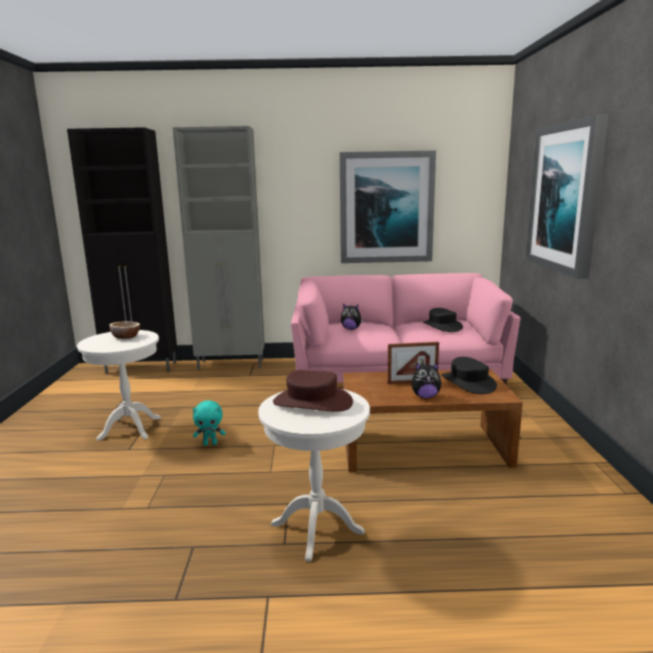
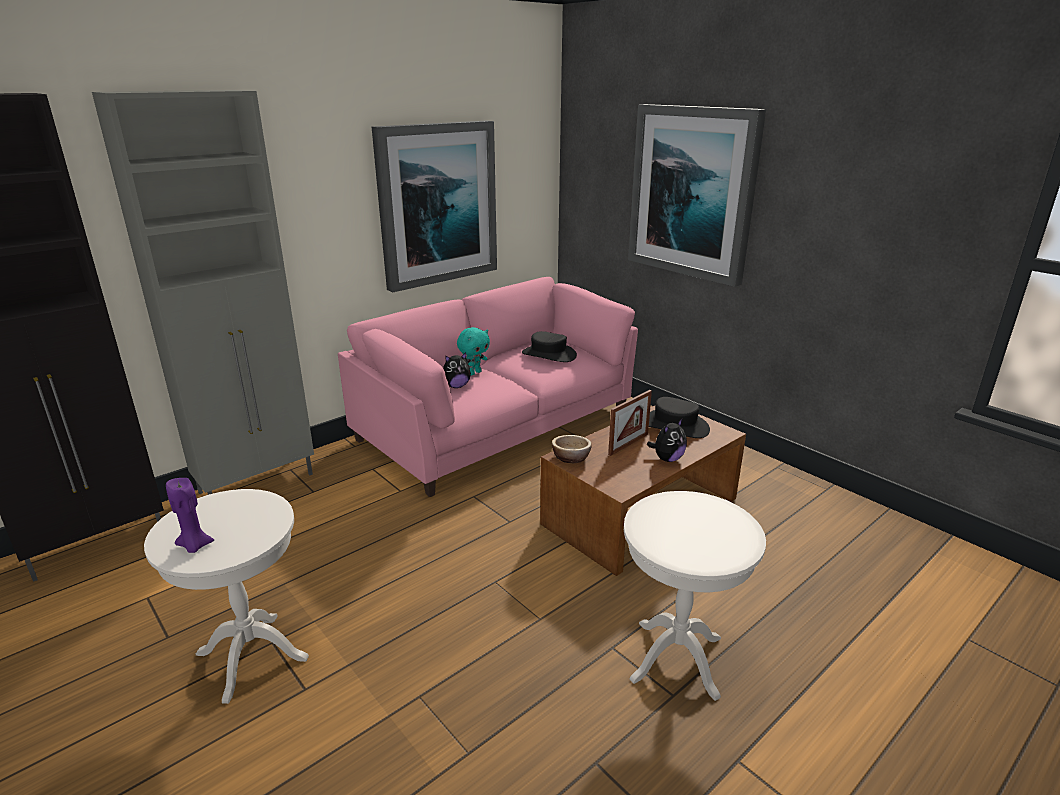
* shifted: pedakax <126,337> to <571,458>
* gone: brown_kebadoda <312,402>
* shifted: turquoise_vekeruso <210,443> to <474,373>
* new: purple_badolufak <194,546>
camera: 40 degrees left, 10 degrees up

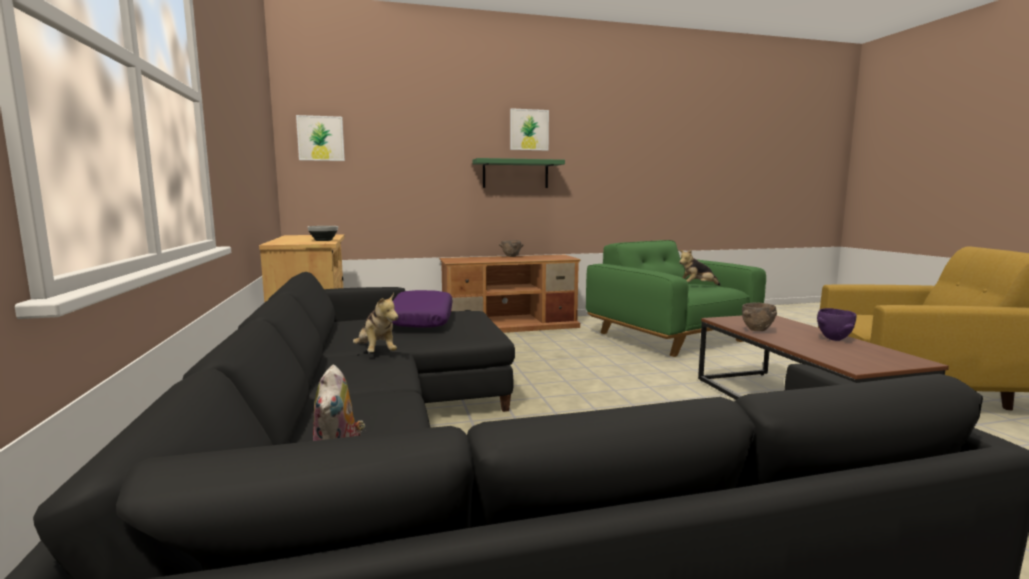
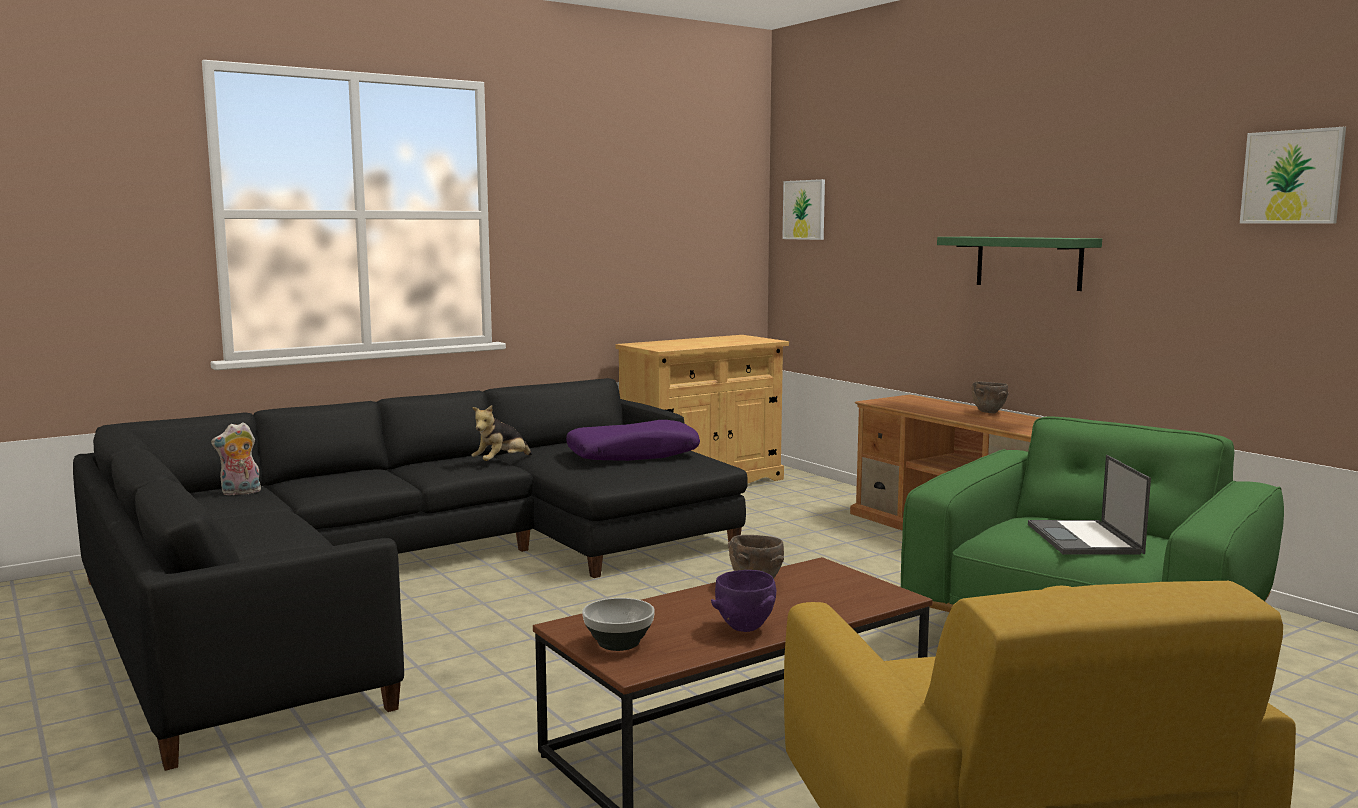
* shifted: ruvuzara <529,130> to <1292,177>
* shifted: pedakax <323,240> to <617,643>
* swapped: vekeruso <697,286> to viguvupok <1085,539>
camera: 70 degrees right, 0 degrees up

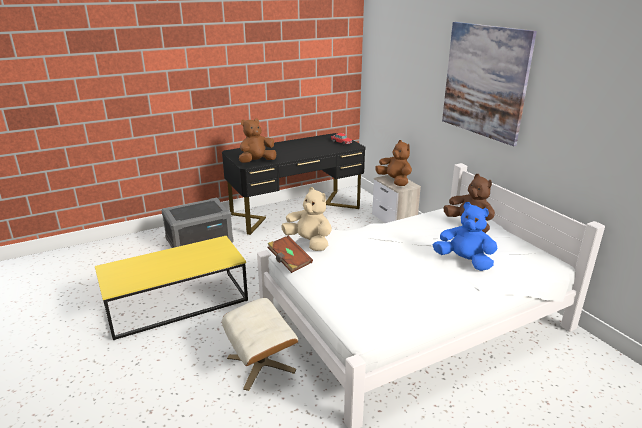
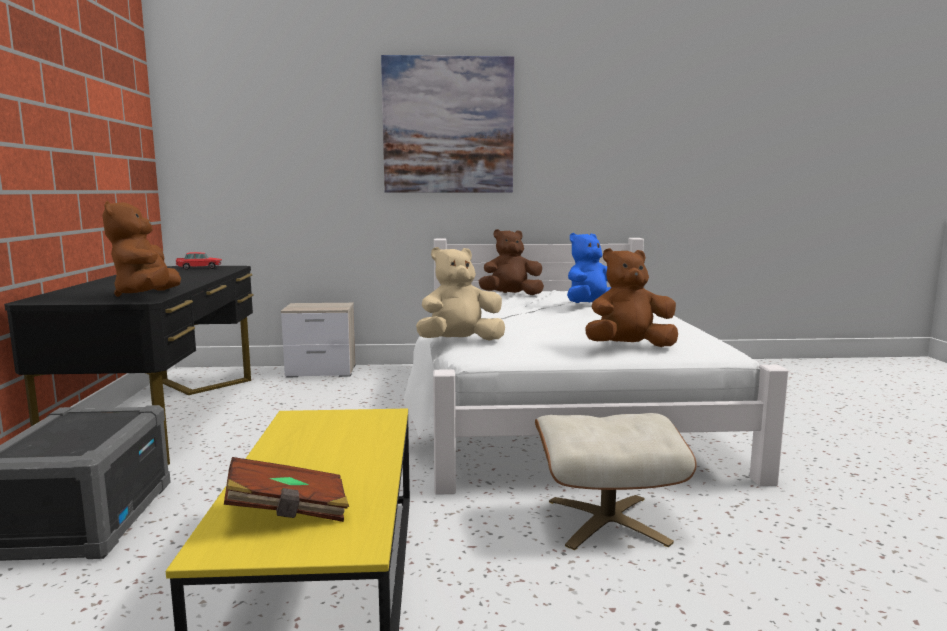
* shifted: brown_vekeruso <394,181> to <629,347>
* shifted: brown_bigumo <289,261> to <288,513>
camera: 65 degrees left, 15 degrees down

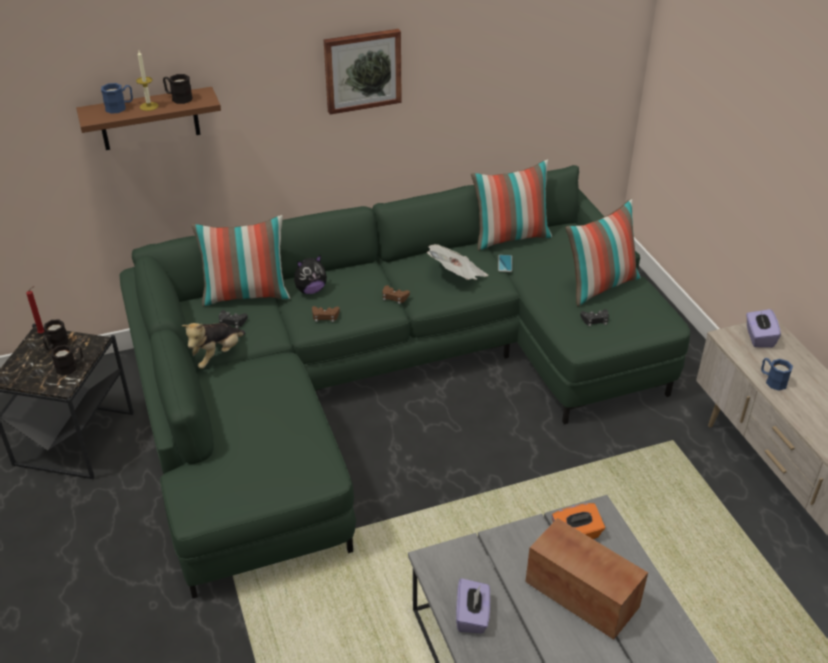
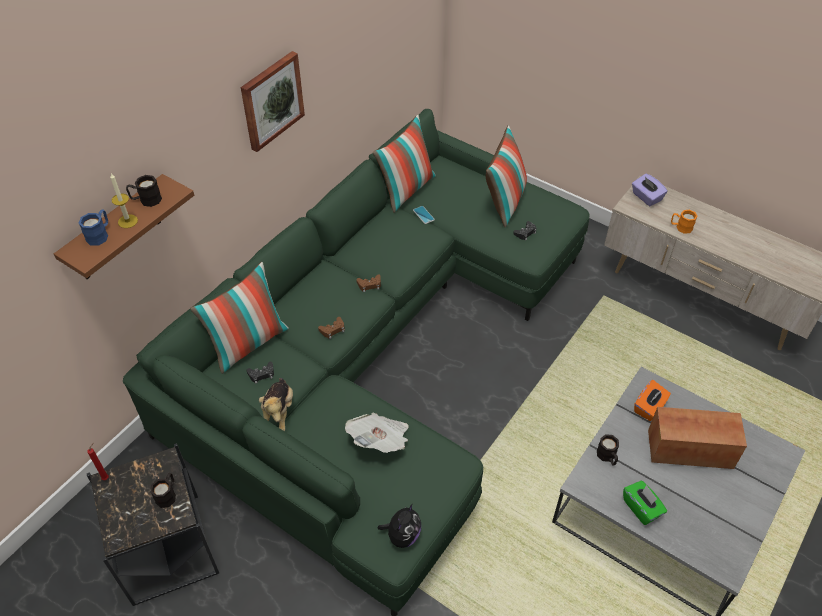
* shifted: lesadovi <457,276> to <380,441>
* shifted: vekeruso <310,290> to <402,535>
* shifted: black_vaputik <56,345> to <607,457>
* repainted: blue_vaputik <772,380> to orange_vaputik <681,227>
* repainted: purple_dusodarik <472,616> to green_dusodarik <641,508>
camera: 35 degrees left, 10 degrees up

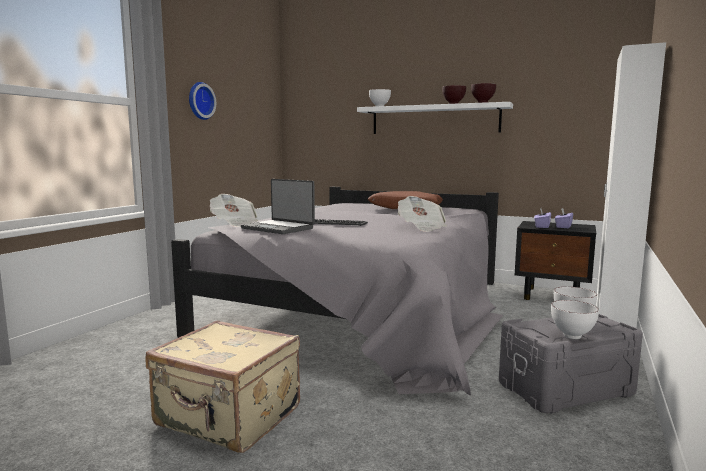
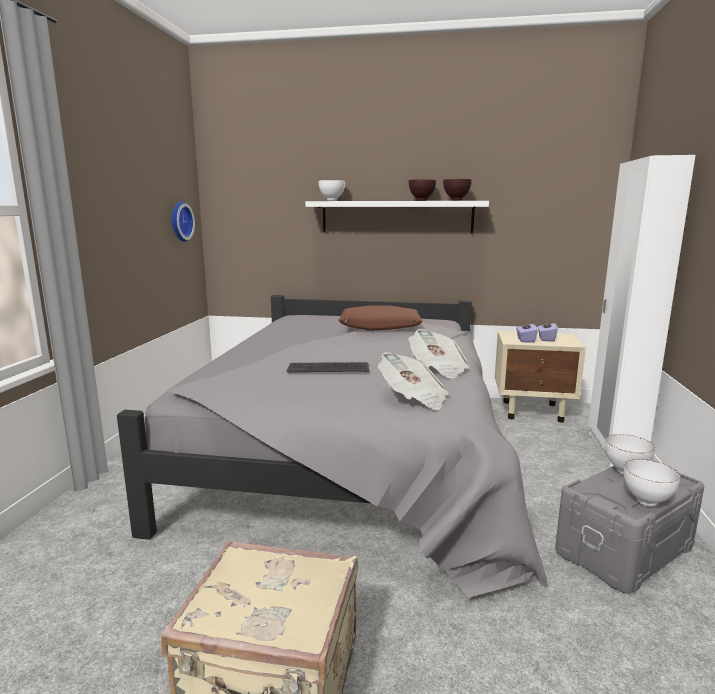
* shifted: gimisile <199,101> to <179,221>
* gone: viguvupok <279,228>
* shifted: lesadovi <234,223> to <413,399>
* repainted: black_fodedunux <552,296> to beige_fodedunux <533,411>
camera: 15 degrees left, 5 degrees up

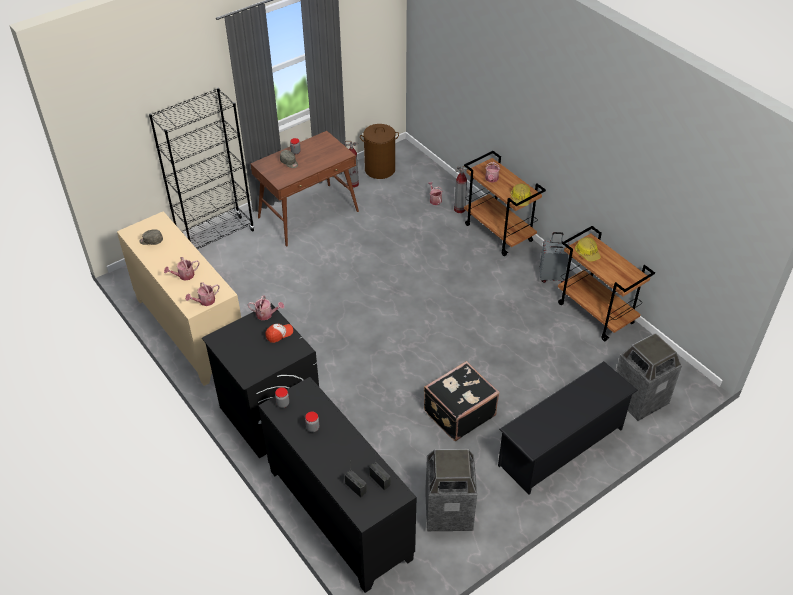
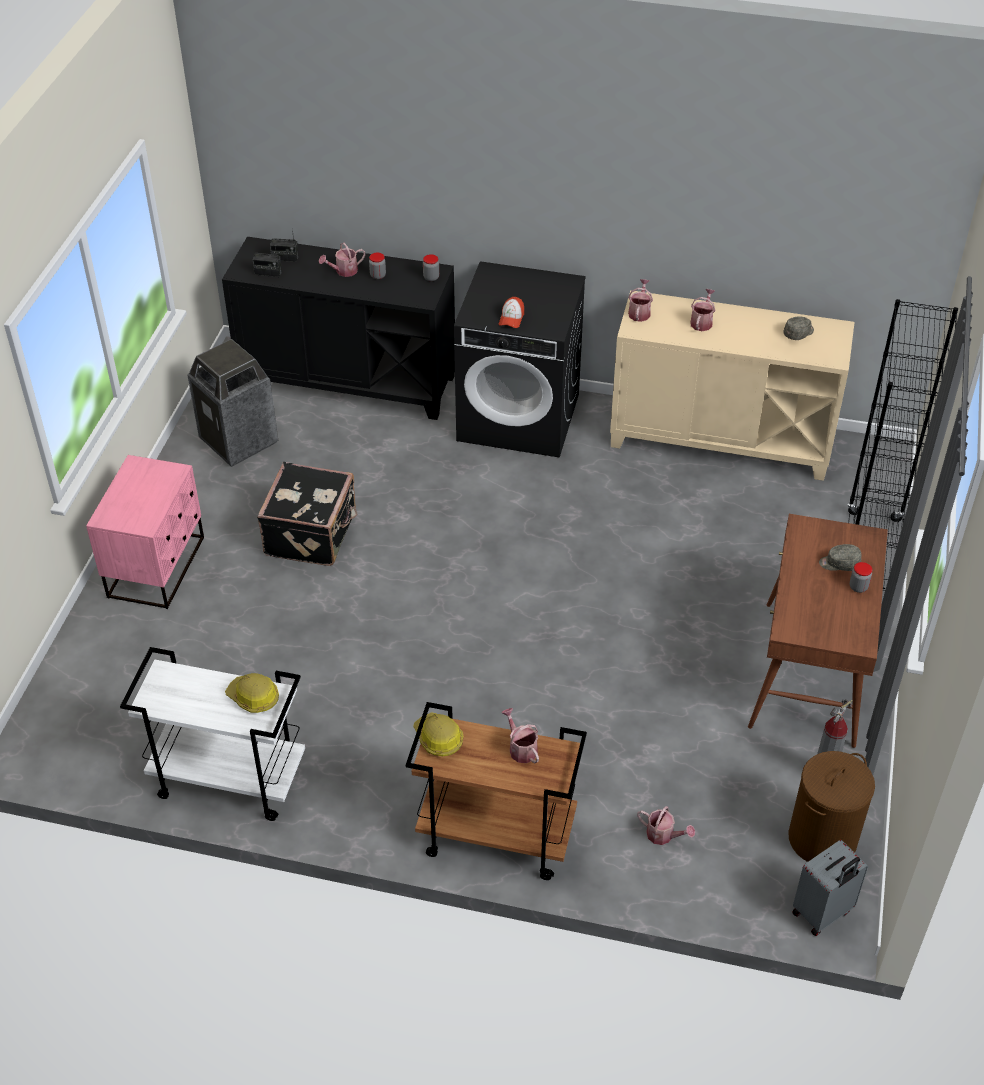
* gone: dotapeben <459,209>
* repainted: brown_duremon <596,313> to white_duremon <227,780>
* shifted: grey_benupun <552,277> to <823,913>
* shifted: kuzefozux <266,314> to <343,271>
* gone: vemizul <638,399>
* swapped: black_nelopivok <561,447> to pink_fodedunux <158,567>
camera: 140 degrees right, 0 degrees up

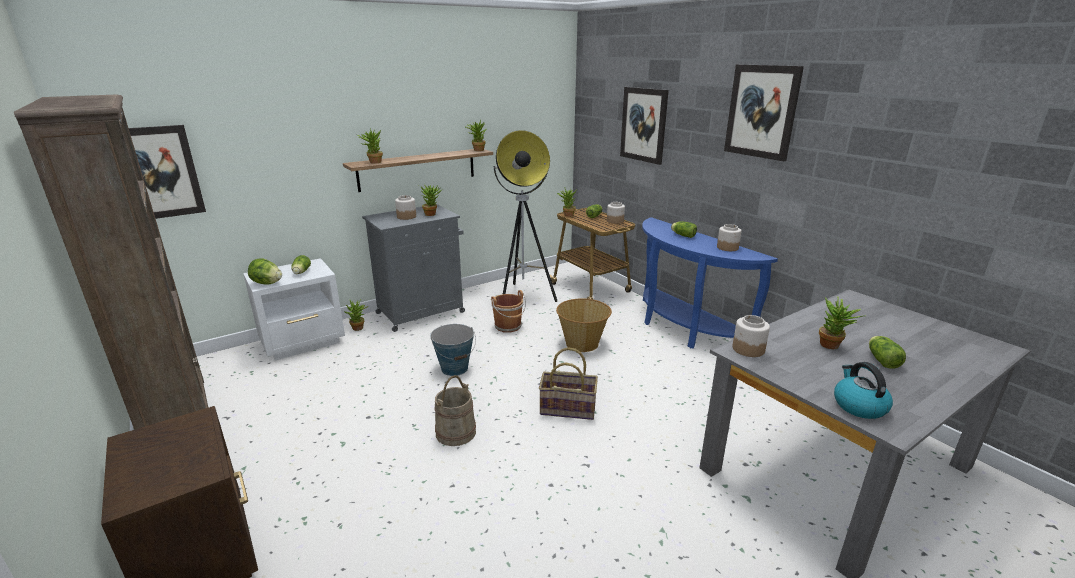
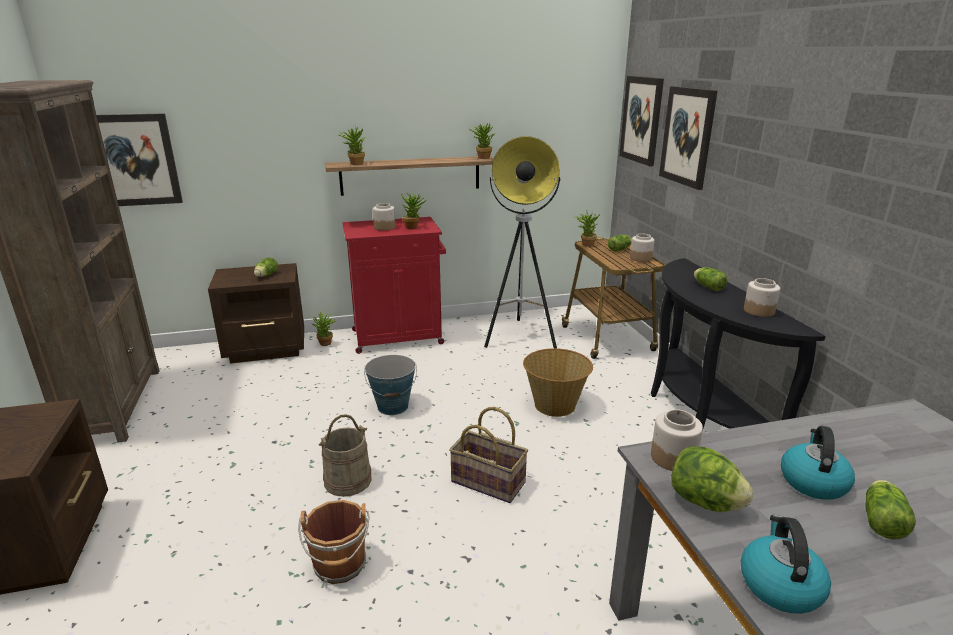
* shifted: ruvuzara <761,111> to <641,120>
* repainted: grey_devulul <422,312> to red_devulul <399,337>
* repainted: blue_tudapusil <682,329> to black_tudapusil <697,411>
* repainted: white_fodedunux <304,342> to brown_fodedunux <267,349>
* shifted: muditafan <267,283> to <705,503>
* shifted: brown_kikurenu <509,327> to <340,566>
* swapped: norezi <833,346> to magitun <812,481>
camera: 20 degrees right, 0 degrees up

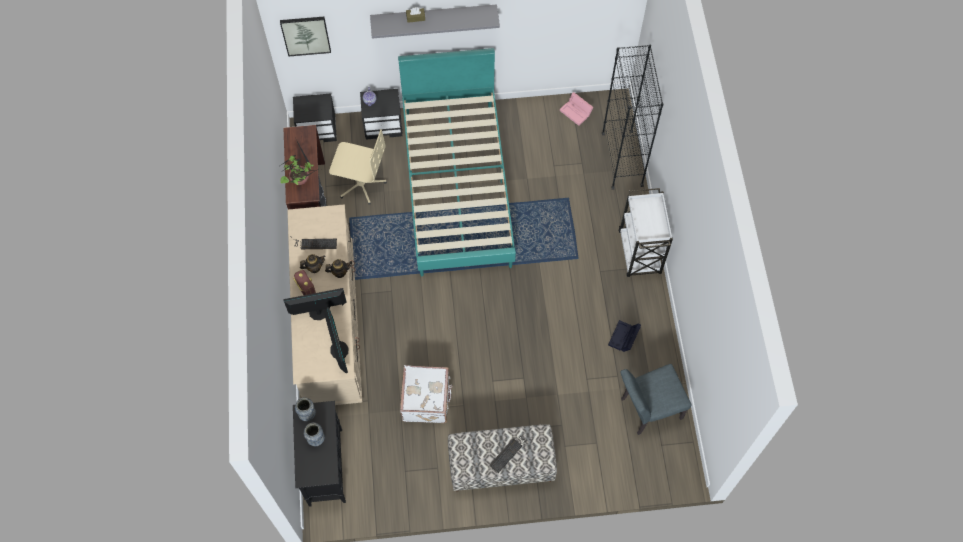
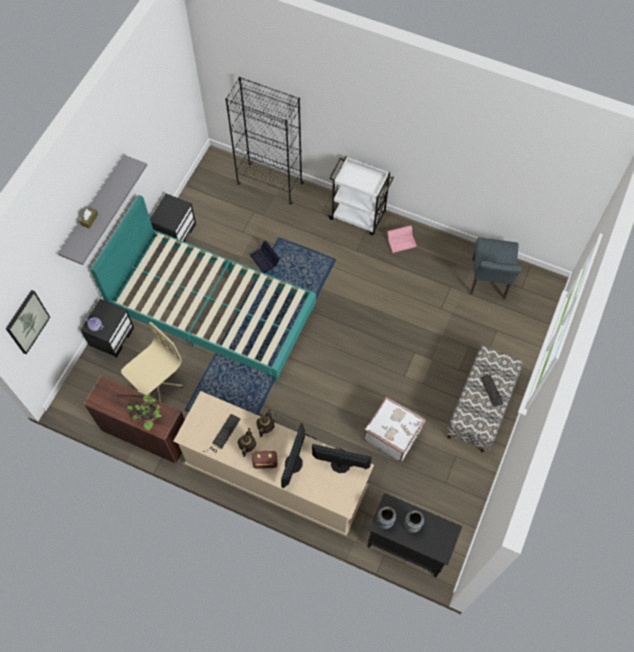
* shifted: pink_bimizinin <576,112> to <402,241>
* shifted: black_fodedunux <318,129> to <175,232>
* shifted: black_bimizinin <623,338> to <265,260>
camera: 60 degrees left, 0 degrees up

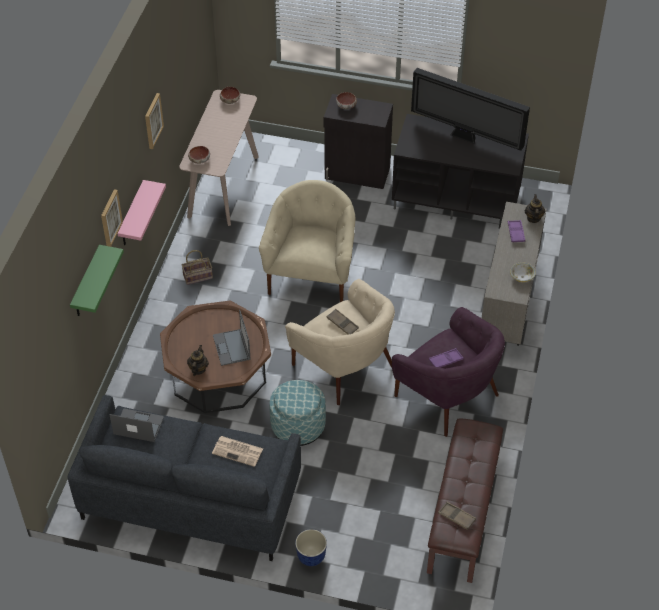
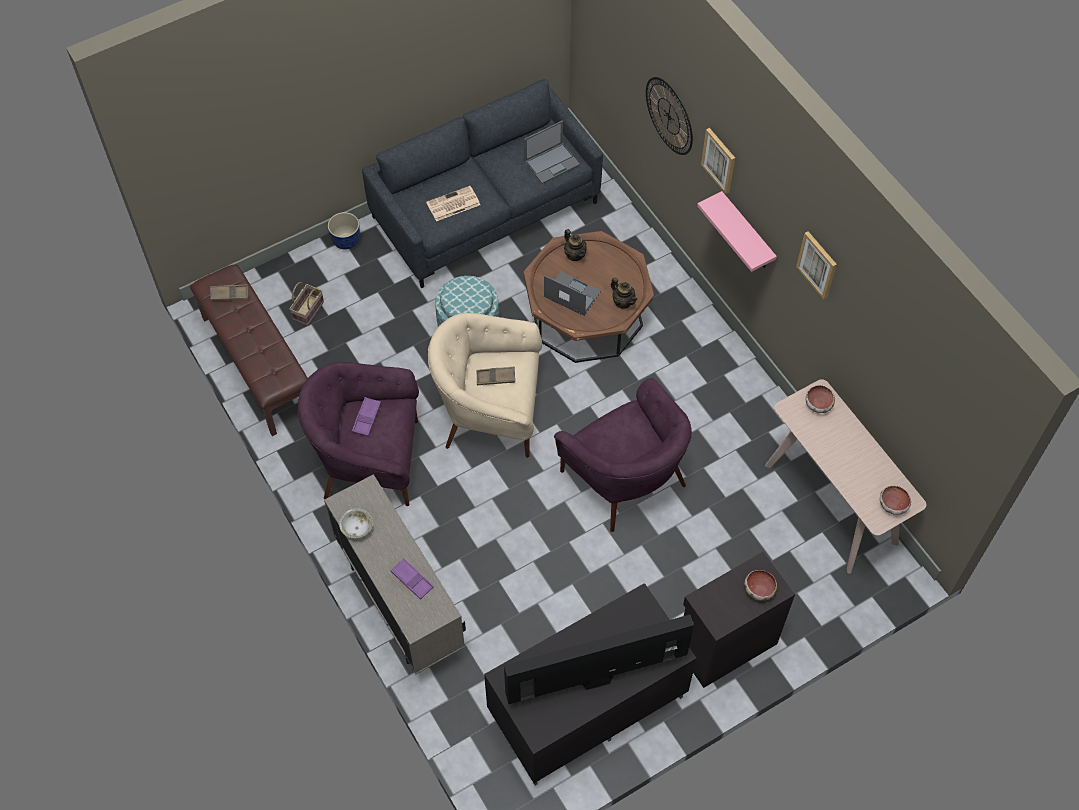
* repainted: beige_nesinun <311,275> to purple_nesinun <624,478>
* shifted: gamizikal <533,218> to <623,302>
* swapped: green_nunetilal <86,283> to gimisile <669,116>
* shifted: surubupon <198,276> to <308,311>
camera: 135 degrees right, 10 degrees up

